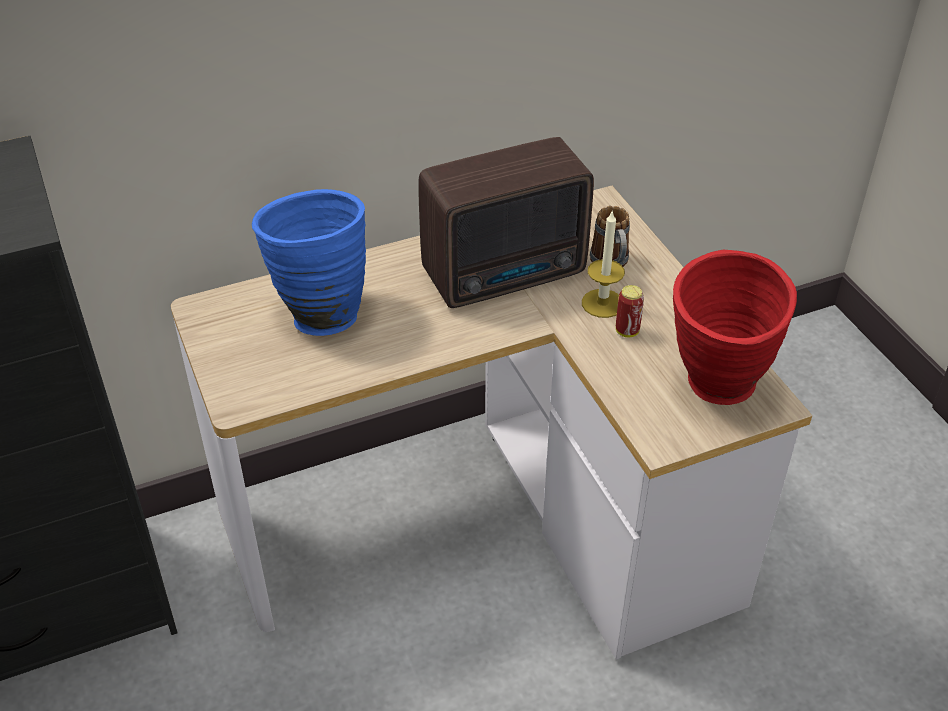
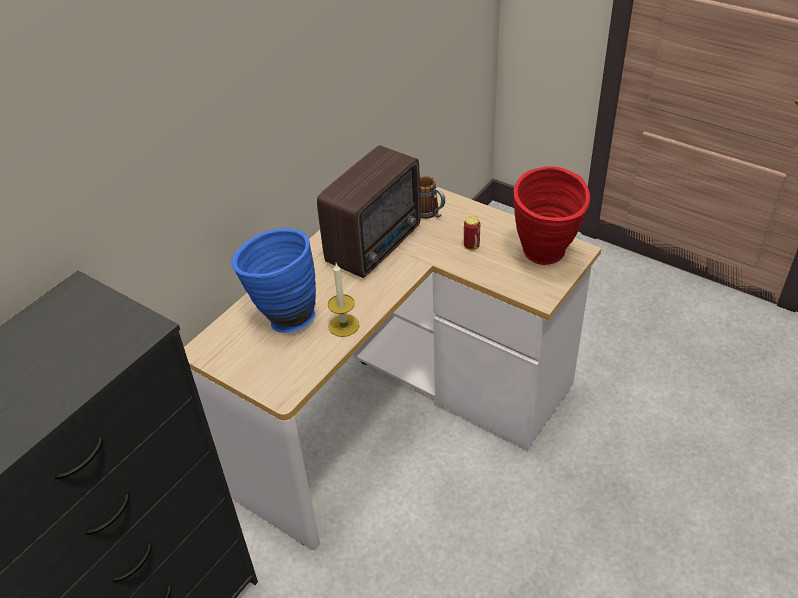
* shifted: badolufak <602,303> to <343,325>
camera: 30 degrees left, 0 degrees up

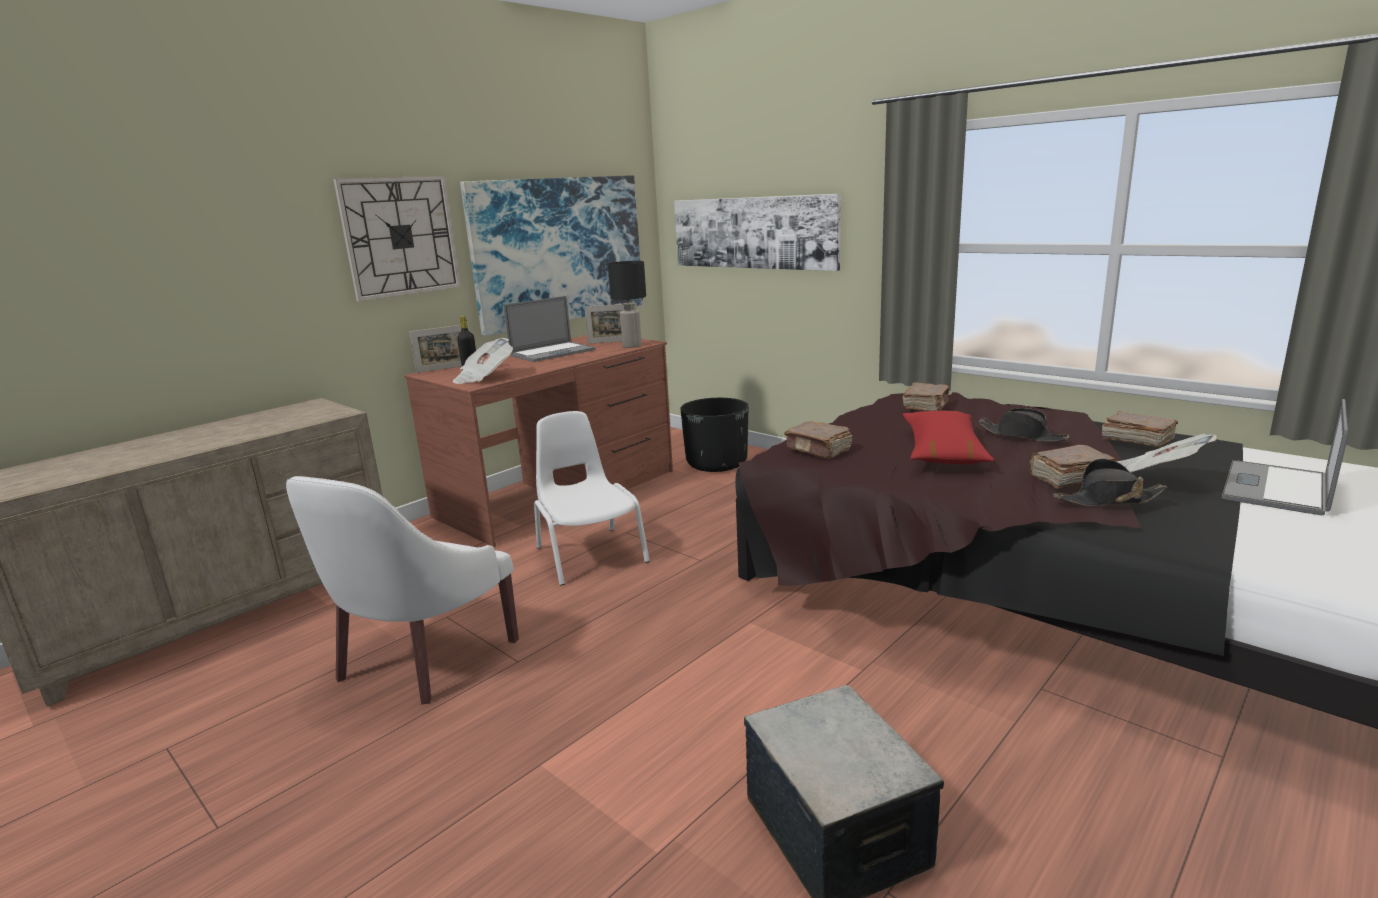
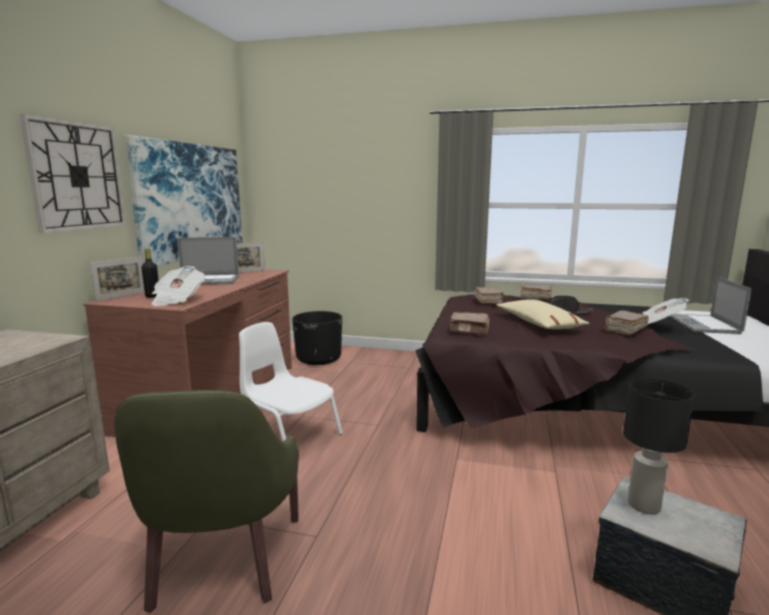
* gone: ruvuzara <753,232>
* shifted: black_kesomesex <632,346> to <644,505>
* rotated: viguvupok <552,352> = <206,280> 60 degrees clockwise
* repainted: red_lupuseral <942,451> to beige_lupuseral <538,324>
* shifted: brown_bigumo <1136,440> to <535,298>
* gone: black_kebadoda <1108,499>
* repainted: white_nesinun <420,659> to green_nesinun <221,562>
camera: 30 degrees left, 5 degrees down

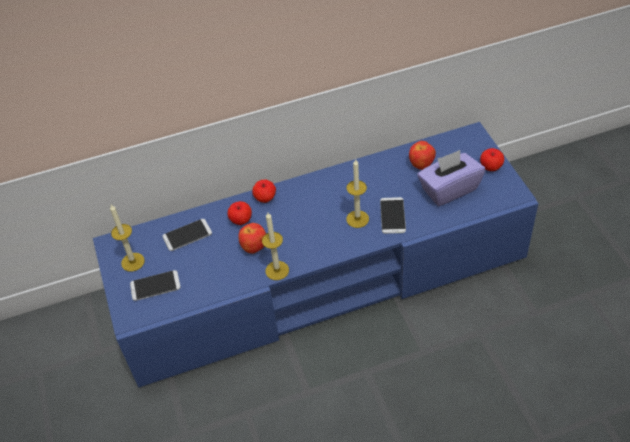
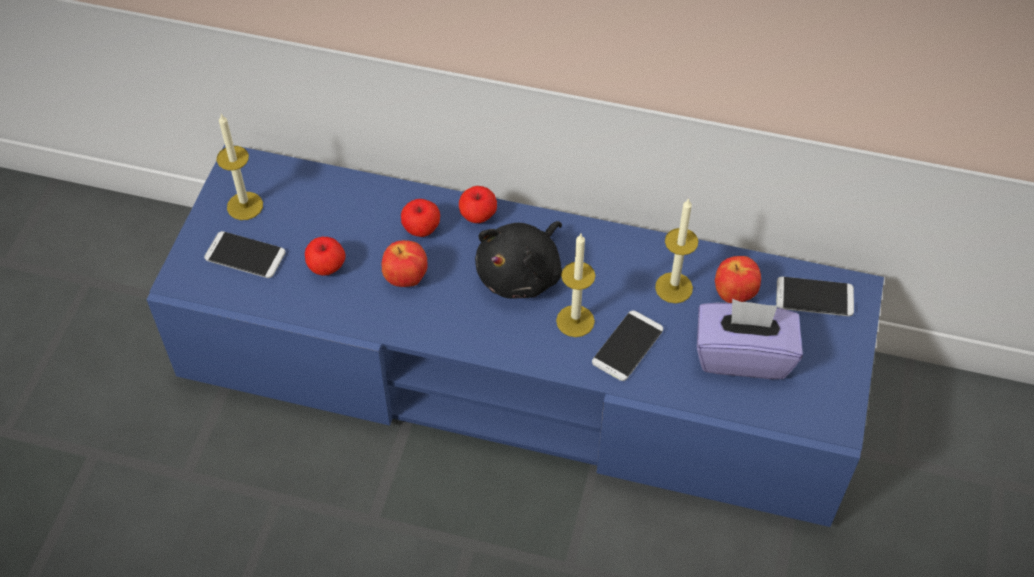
* shifted: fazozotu <491,167> to <327,267>
* shifted: badolufak <277,270> to <674,287>
* shifted: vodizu <187,235> to <814,297>
* new: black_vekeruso <522,274>
camera: 30 degrees right, 5 degrees up

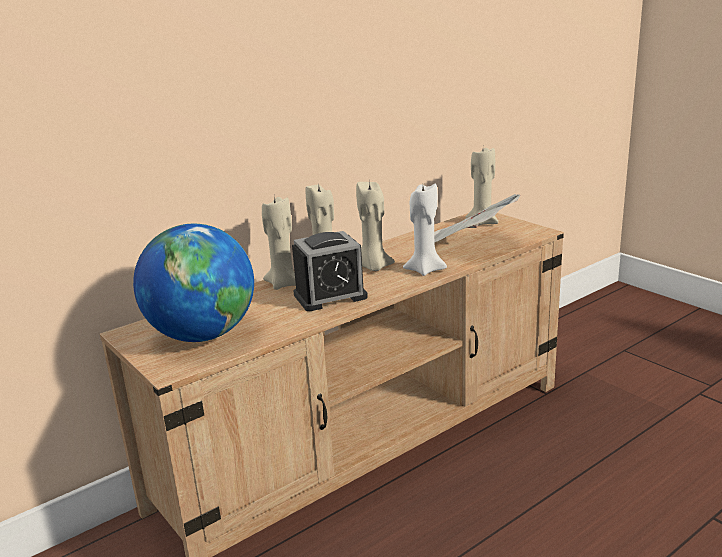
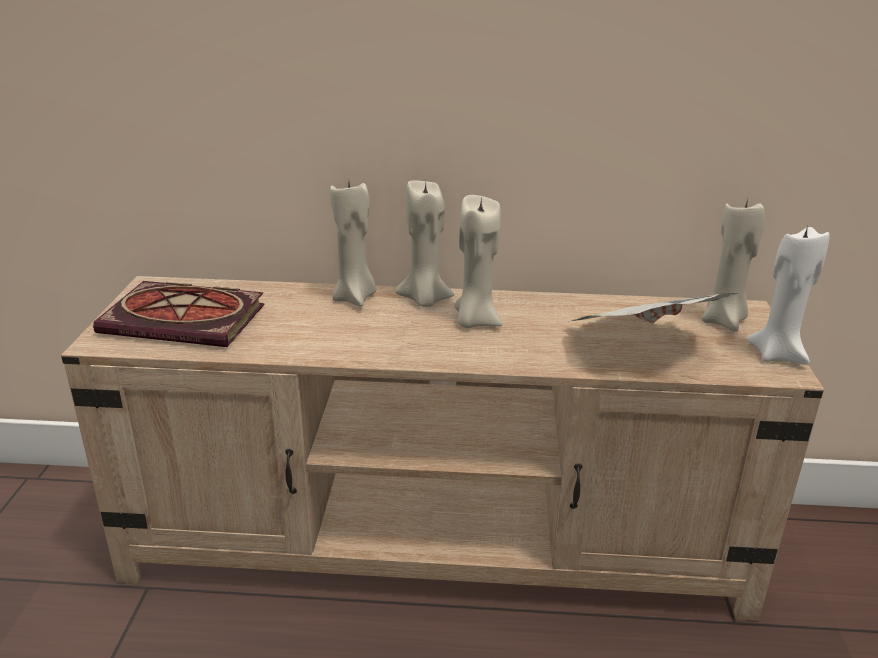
* shifted: white_badolufak <424,270> to <777,354>
* swapped: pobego <202,335> to bigumo <188,319>
* gone: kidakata <330,296>
camera: 40 degrees right, 5 degrees up

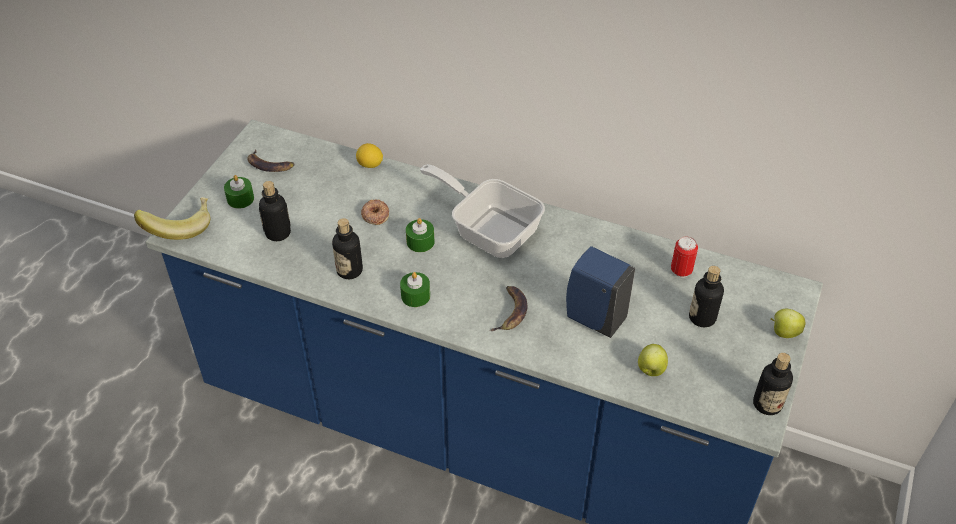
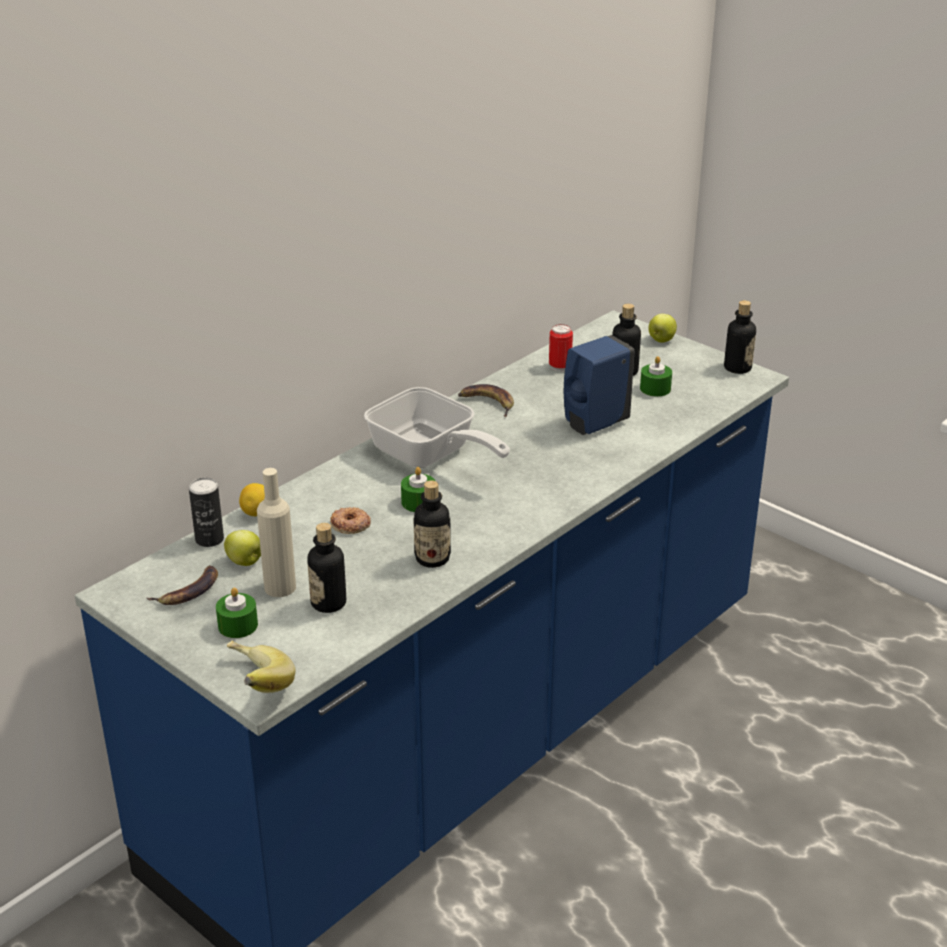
* rotated: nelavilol <489,229> = <429,455> 105 degrees counterclockwise
* shifted: green_badolufak <415,296> to <655,389>
* shifted: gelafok <510,311> to <487,403>
* shifted: fazozotu <651,370> to <245,562>
* new: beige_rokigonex <280,587>
* new: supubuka <209,539>
camera: 70 degrees left, 15 degrees down

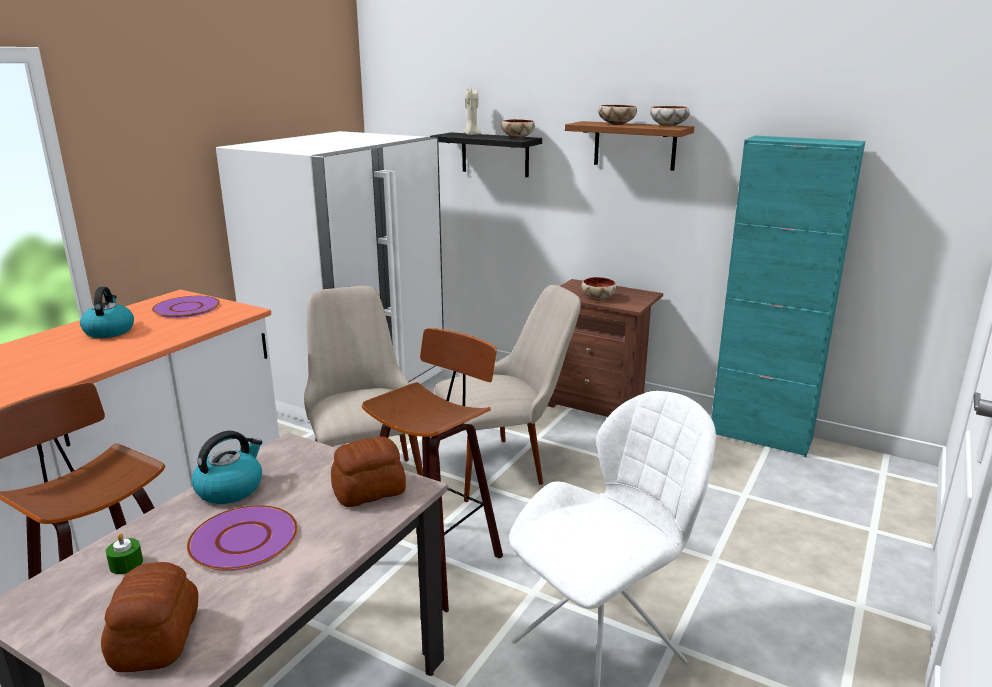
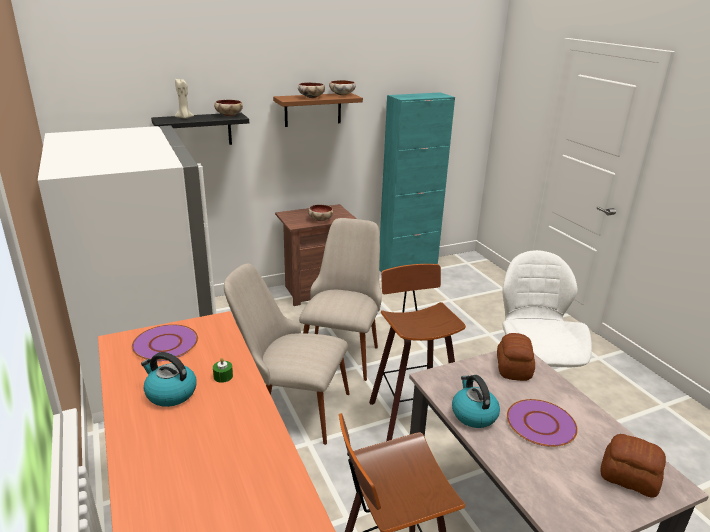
* shifted: green_badolufak <126,564> to <223,376>
camera: 55 degrees left, 5 degrees up

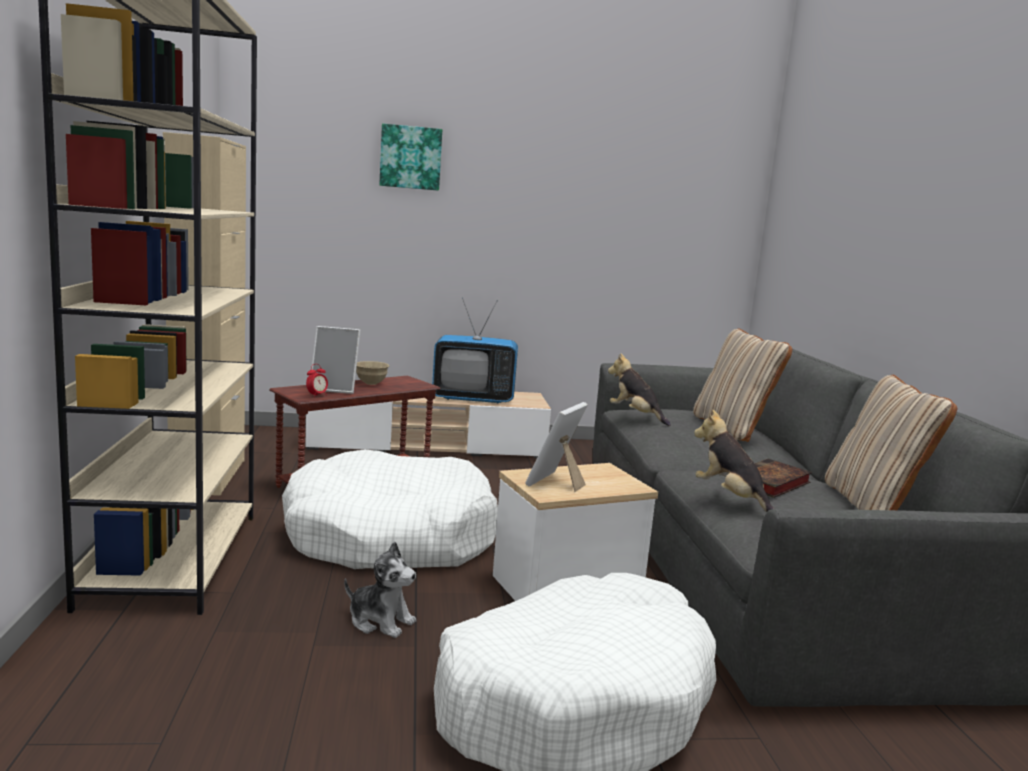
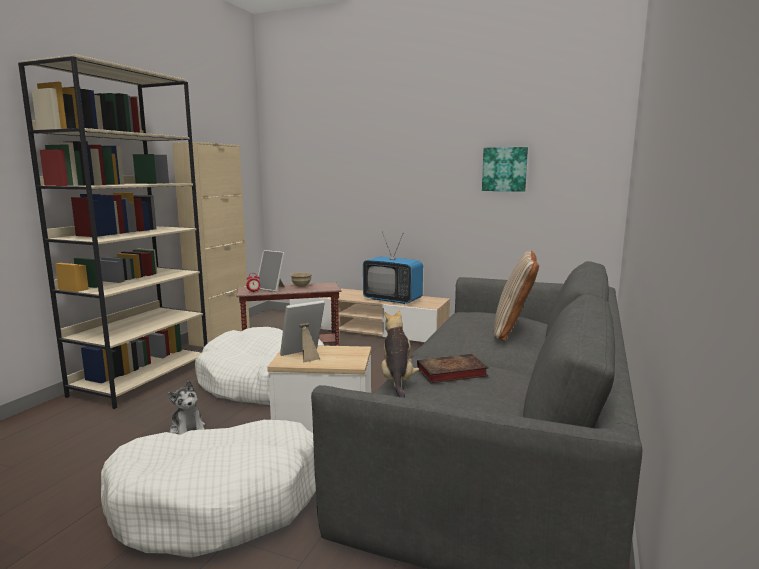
* shifted: ruvuzara <410,157> to <504,169>
* gone: vekeruso <636,416>
* gone: beige_lupuseral <873,506>
camera: 30 degrees right, 0 degrees up

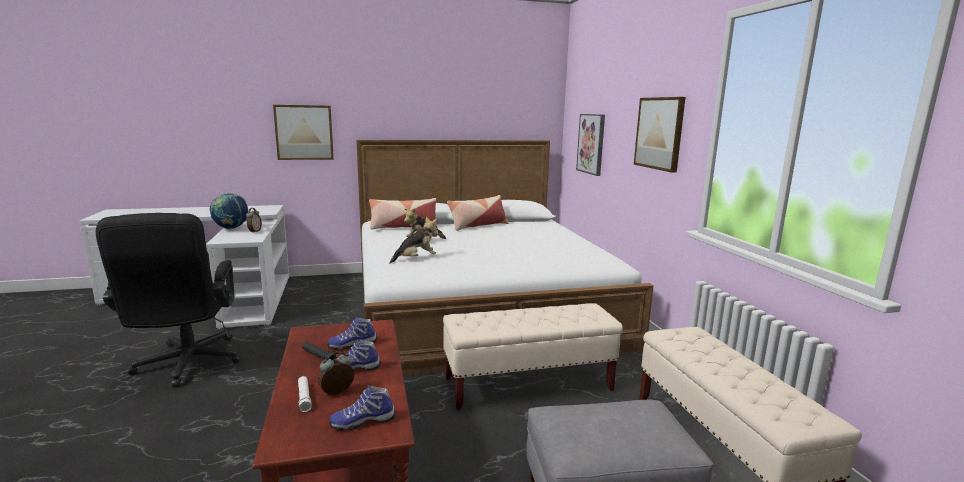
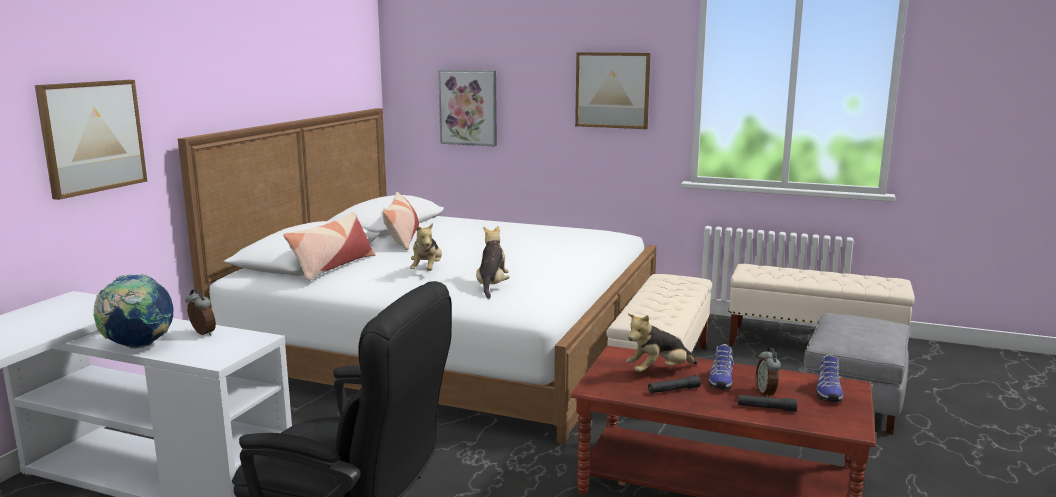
* swapped: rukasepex <352,344> to vekeruso <658,372>
* repainted: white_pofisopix <304,398> to black_pofisopix <766,408>
camera: 55 degrees left, 0 degrees up

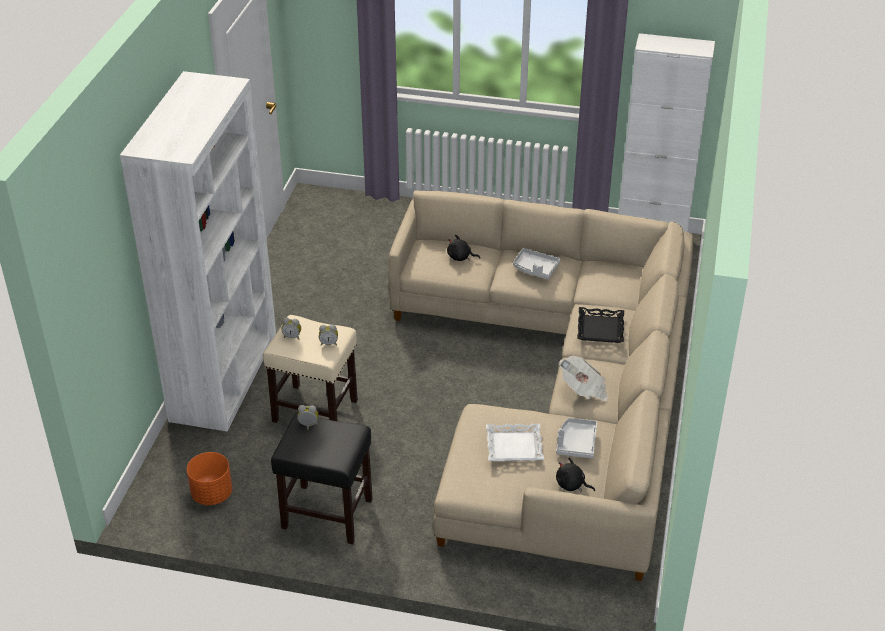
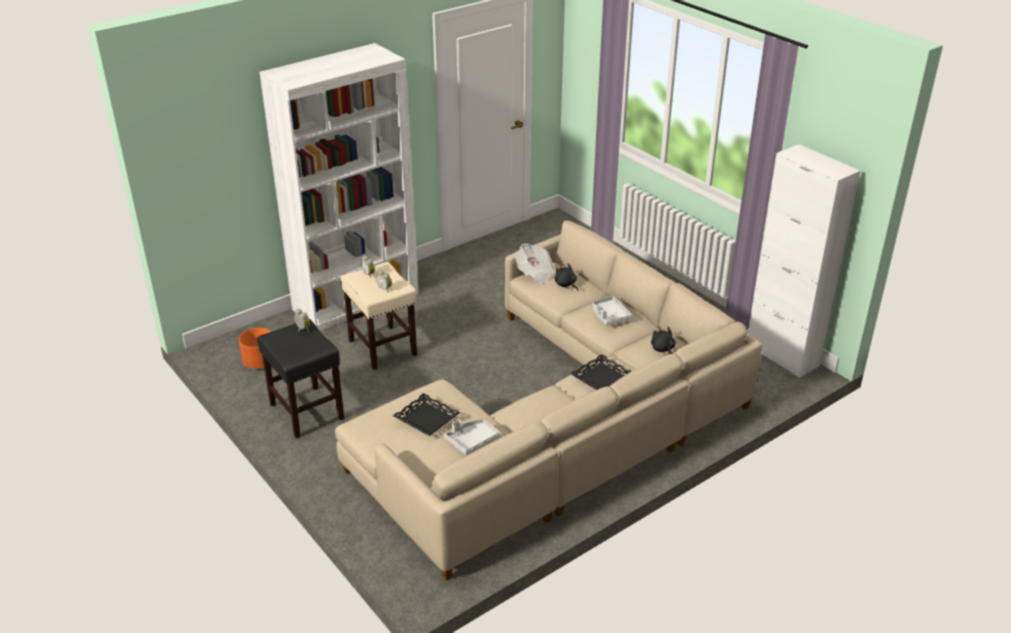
* shifted: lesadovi <584,389> to <535,273>
* repainted: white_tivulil <514,446> to black_tivulil <427,419>
* shifted: black_vekeruso <572,485> to <663,349>
camera: 40 degrees right, 5 degrees down

